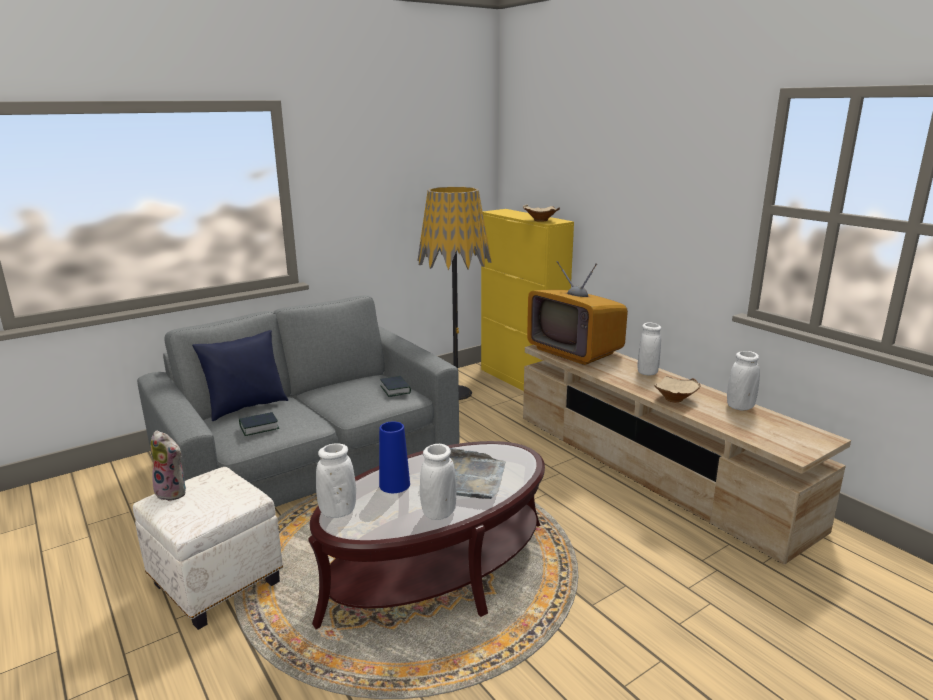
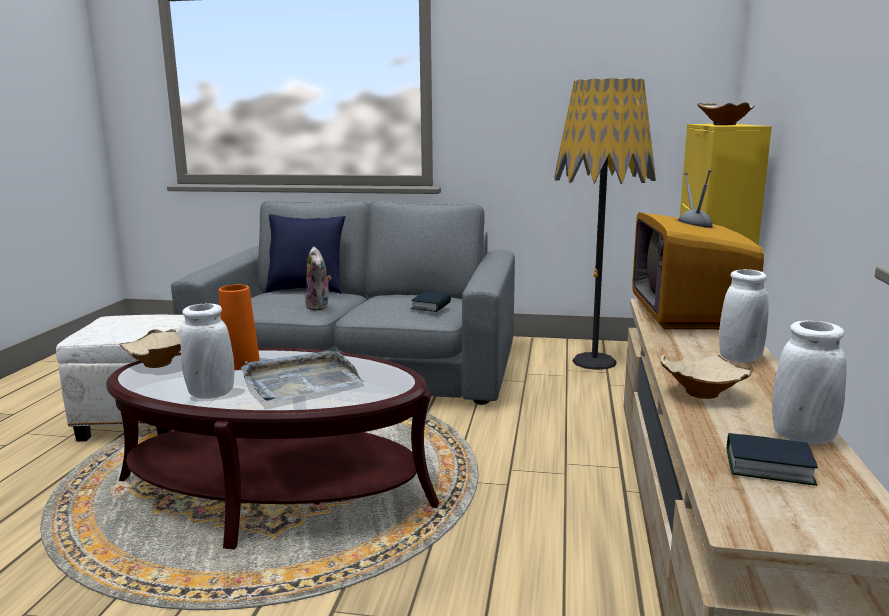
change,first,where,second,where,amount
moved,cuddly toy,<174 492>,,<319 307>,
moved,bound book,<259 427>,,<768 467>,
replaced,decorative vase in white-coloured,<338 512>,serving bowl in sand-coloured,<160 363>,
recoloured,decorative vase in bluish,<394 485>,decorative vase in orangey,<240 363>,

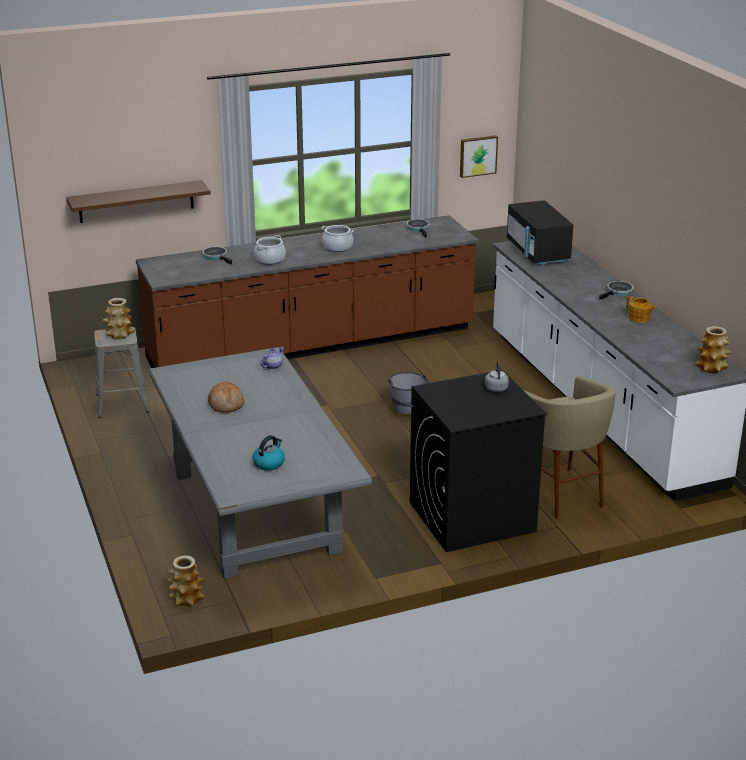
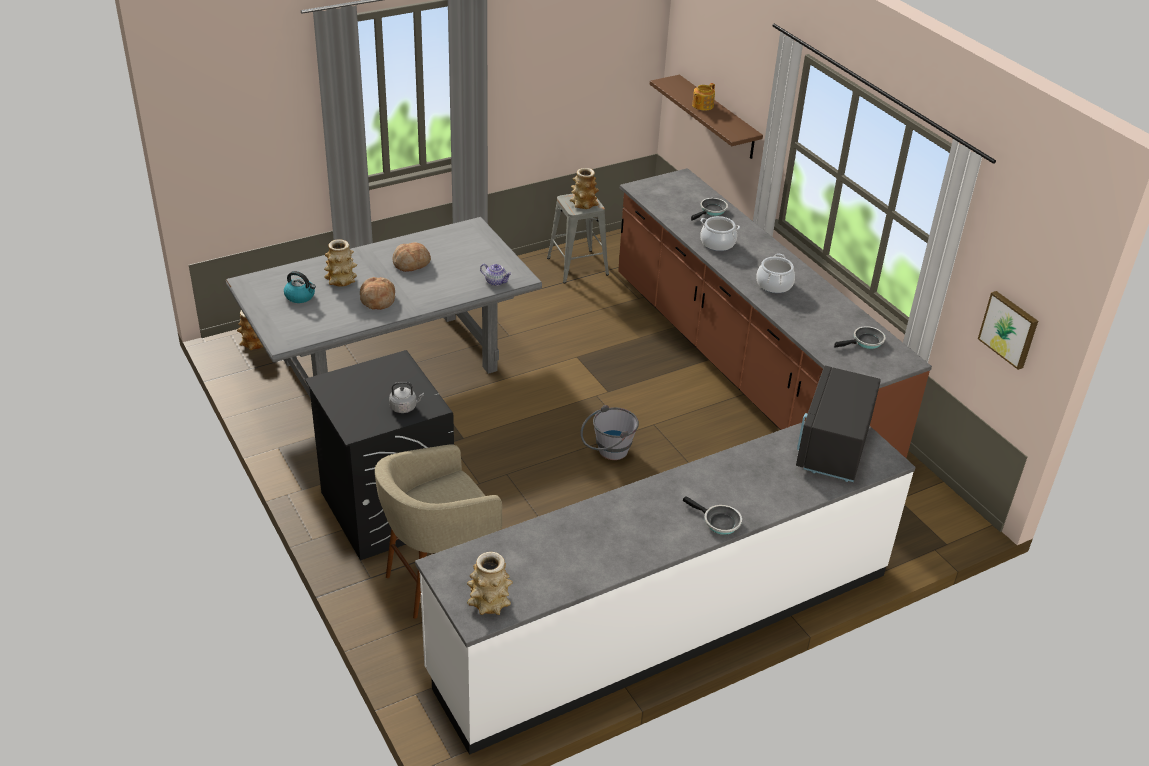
change,first,where,second,where,amount
added,,,decorative vase,<341 281>,
added,,,baked bread,<377 299>,
moved,teapot,<639 318>,,<702 105>,
turned,kitchen microwave in blackish,<537 252>,,<832 446>,45 degrees counterclockwise

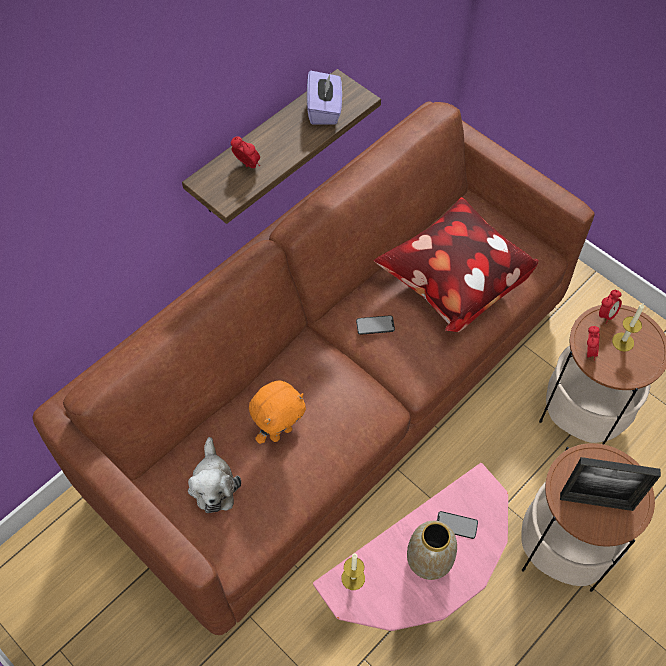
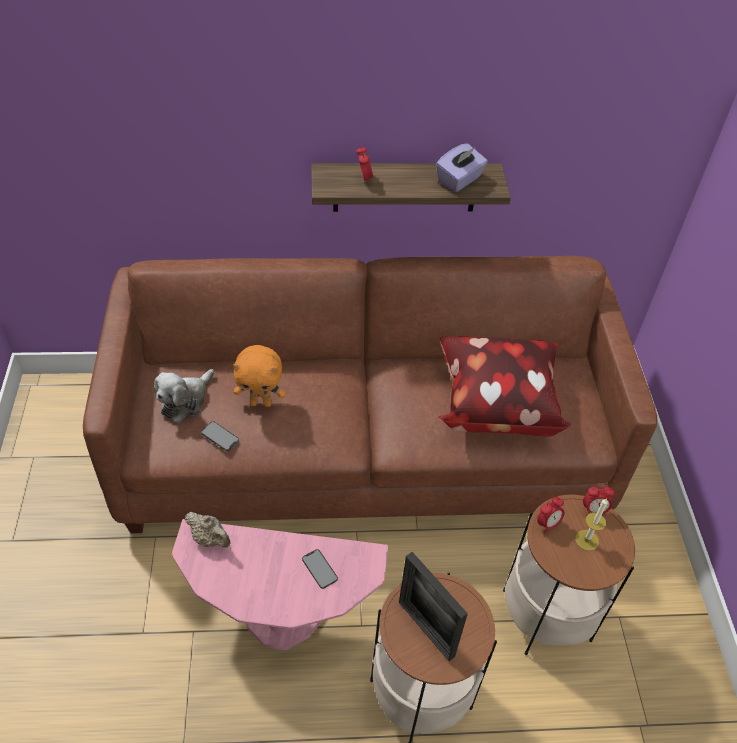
change,first,where,second,where,amount
removed,decorative vase,<429 560>,,,
moved,phone,<375 325>,,<219 436>,
replaced,candle,<353 578>,teapot in sand-coloured,<210 539>,

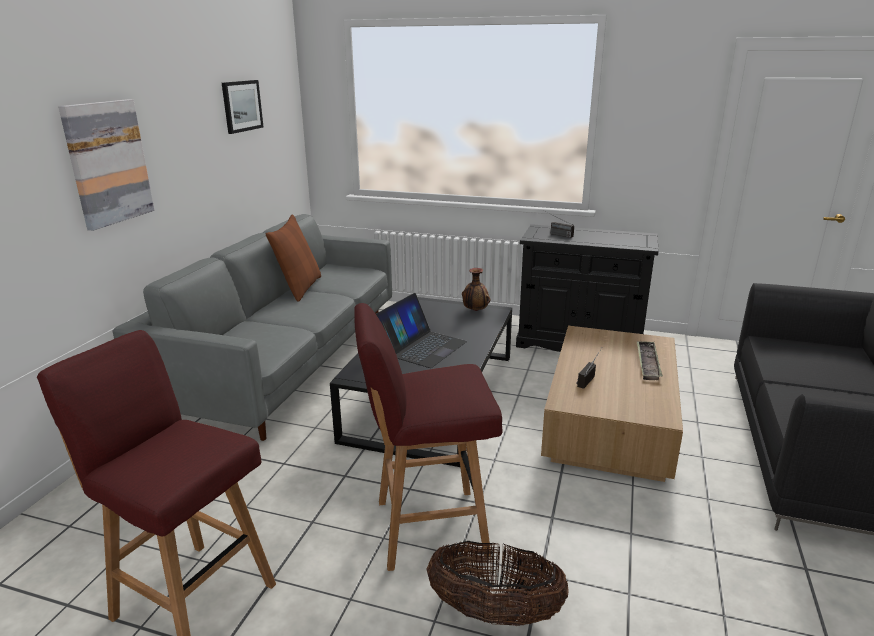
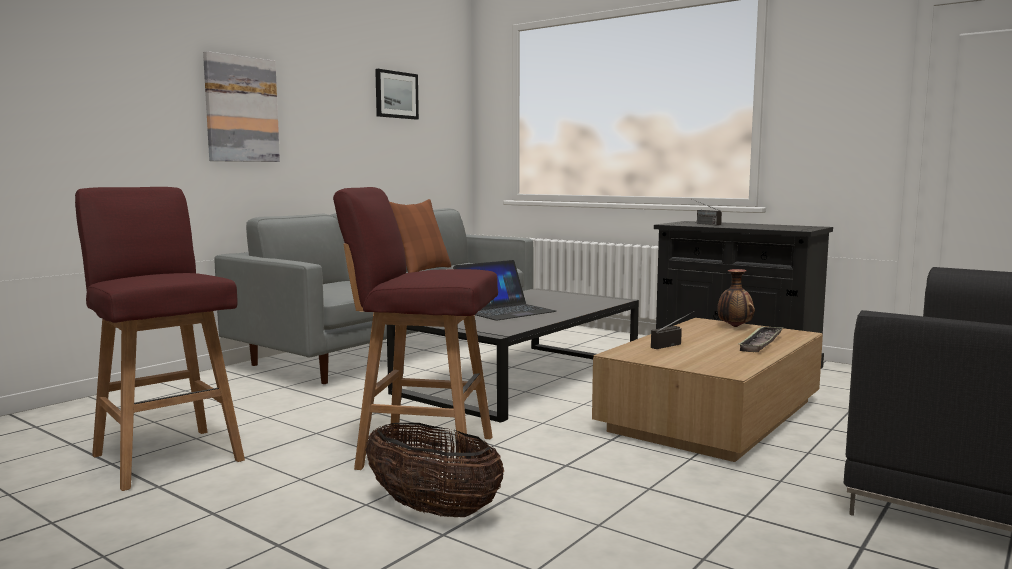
change,first,where,second,where,amount
moved,decorative vase,<475 310>,,<734 327>,

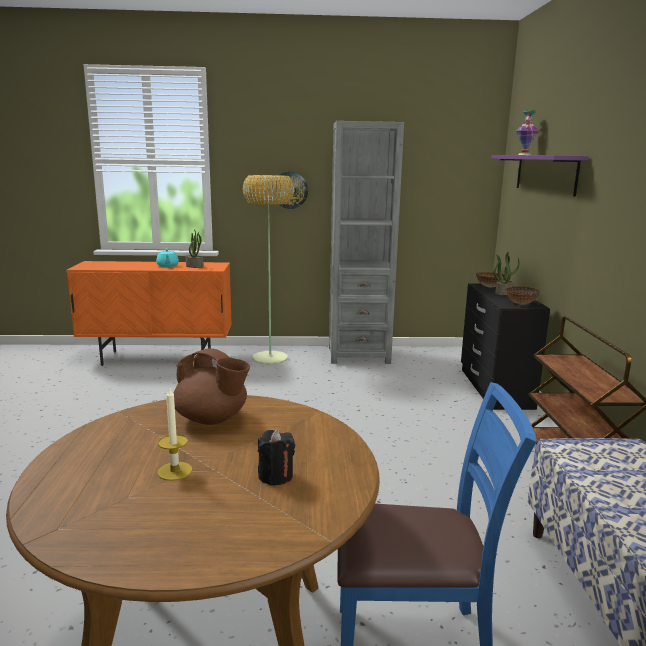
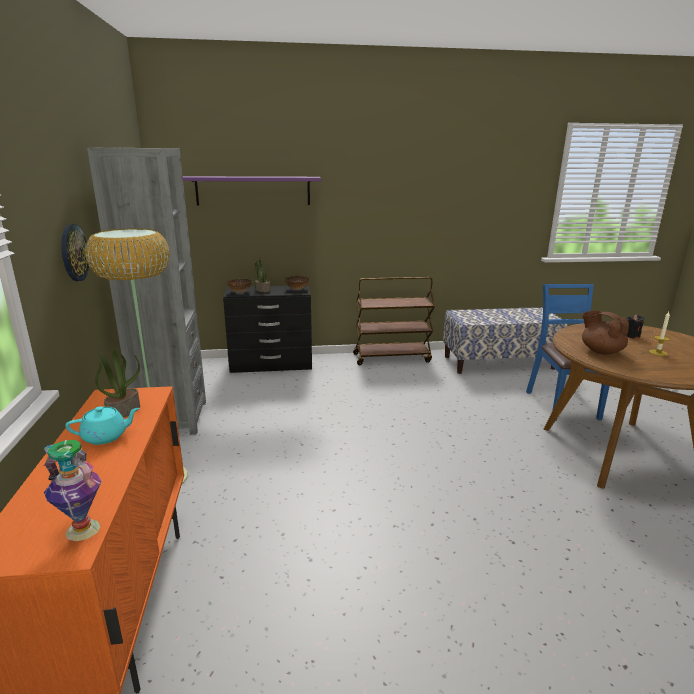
change,first,where,second,where,amount
moved,decorative vase,<524 155>,,<82 530>,
turned,teapot in brownish,<212 419>,,<600 351>,60 degrees counterclockwise

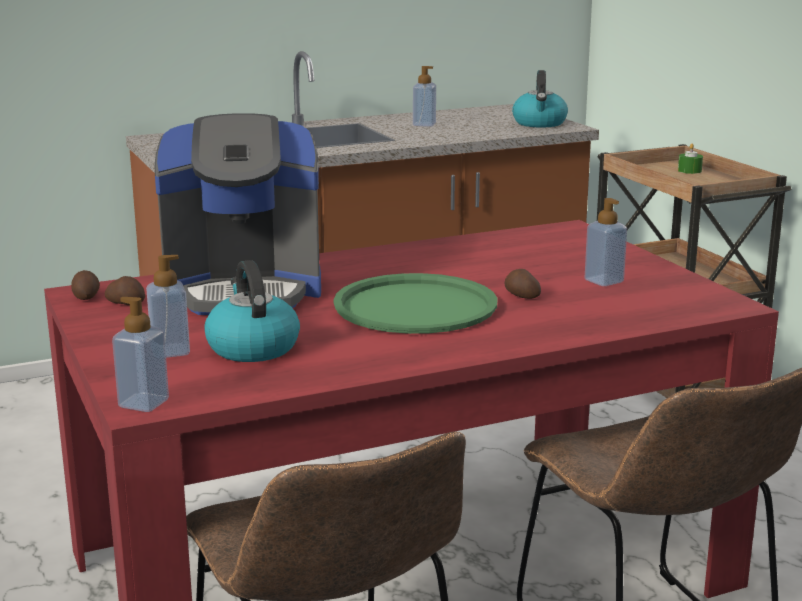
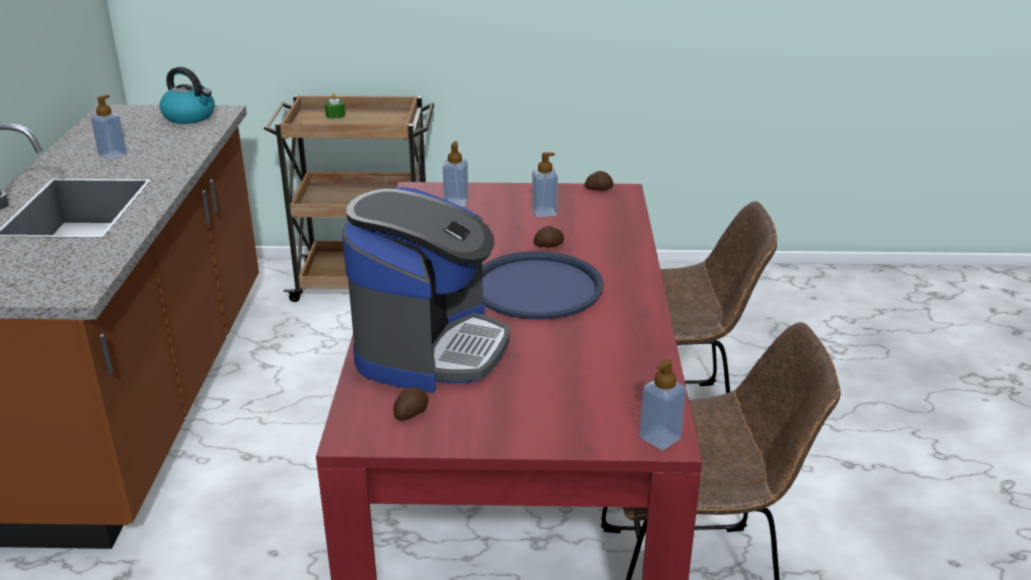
change,first,where,second,where,amount
removed,tea kettle,<252 347>,,,
moved,spud,<86 296>,,<598 189>,
moved,soap dispenser,<170 351>,,<456 202>,
recoloured,carrying tray in greenish,<415 306>,carrying tray in bluish,<537 287>,

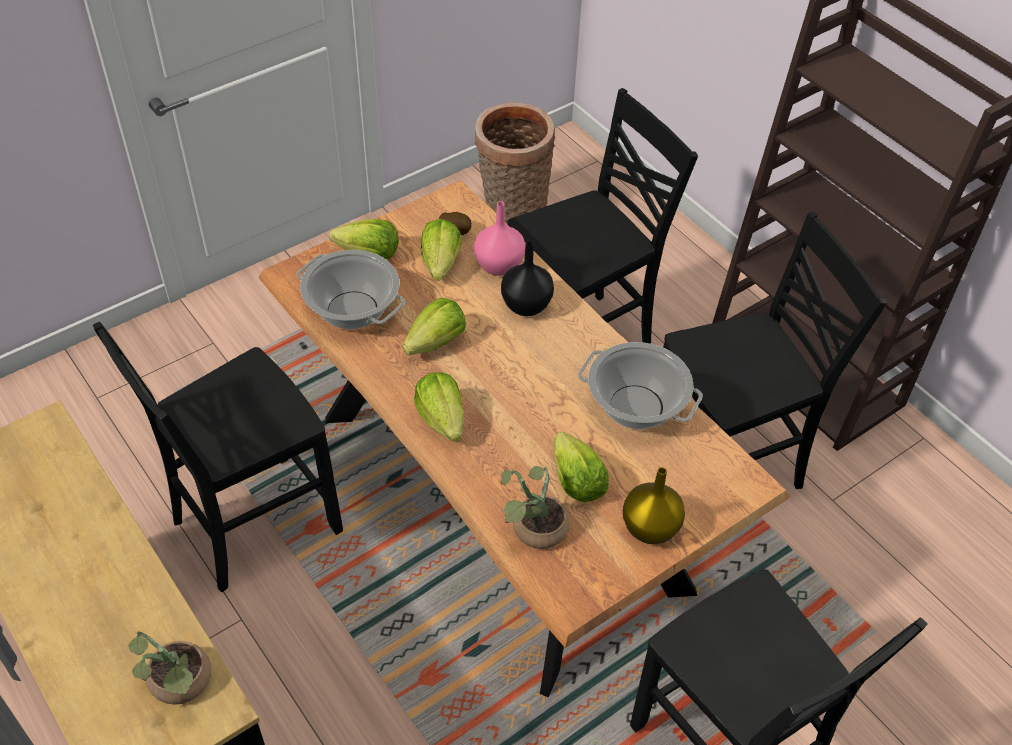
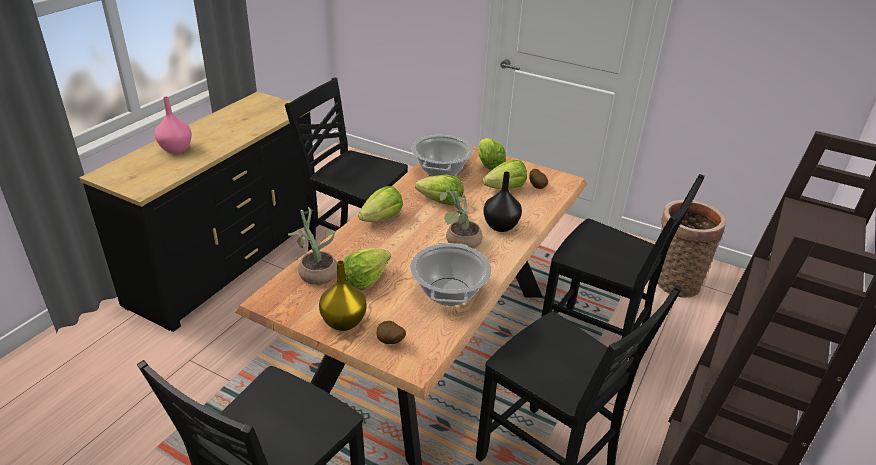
change,first,where,second,where,amount
added,,,spud,<390 342>,
moved,potted plant,<180 686>,,<459 243>,
moved,decorative vase in pink-coloured,<499 266>,,<175 149>,

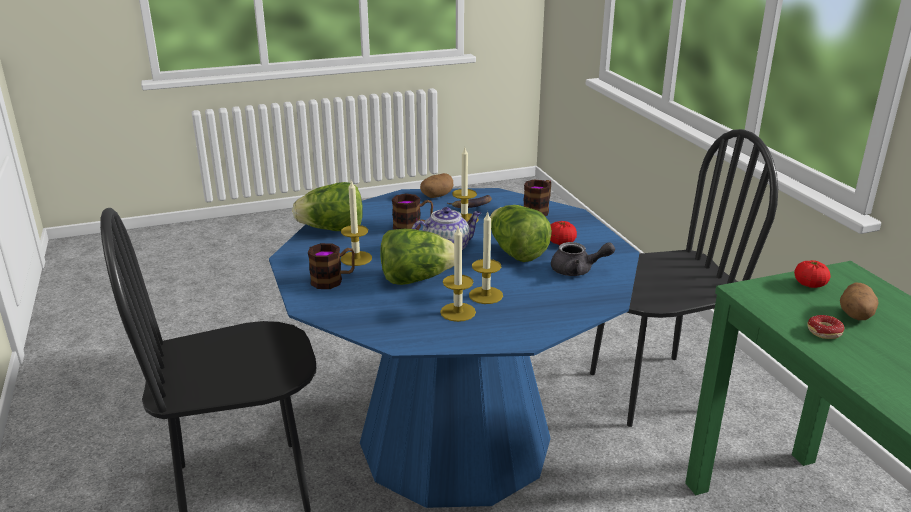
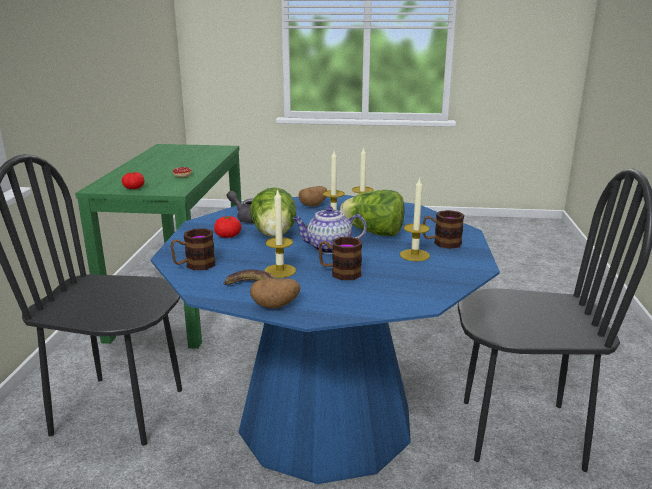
change,first,where,second,where,amount
removed,head of lettuce,<332 230>,,,
moved,spud,<855 315>,,<313 205>,

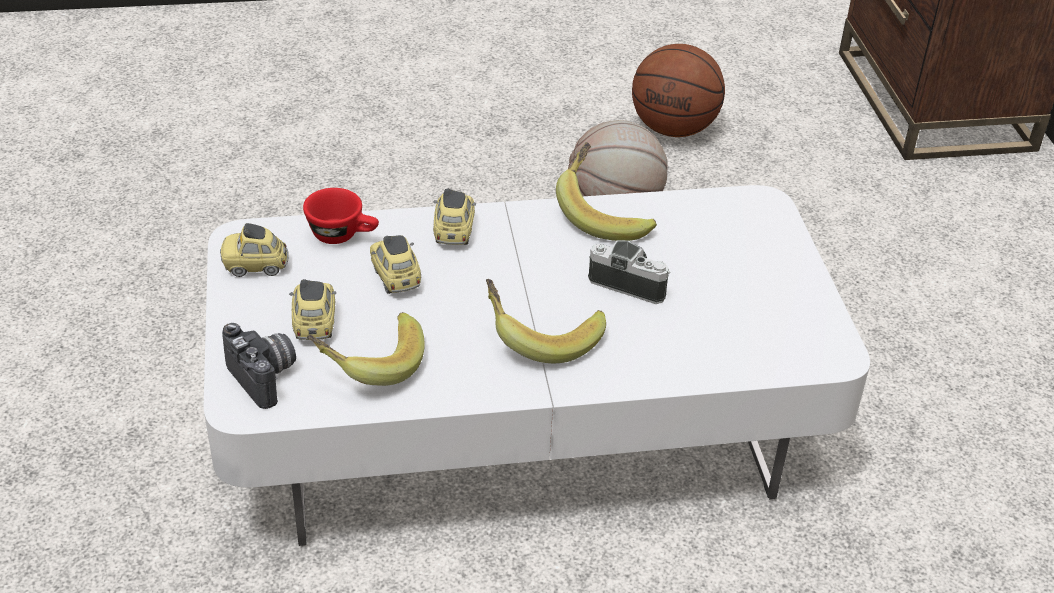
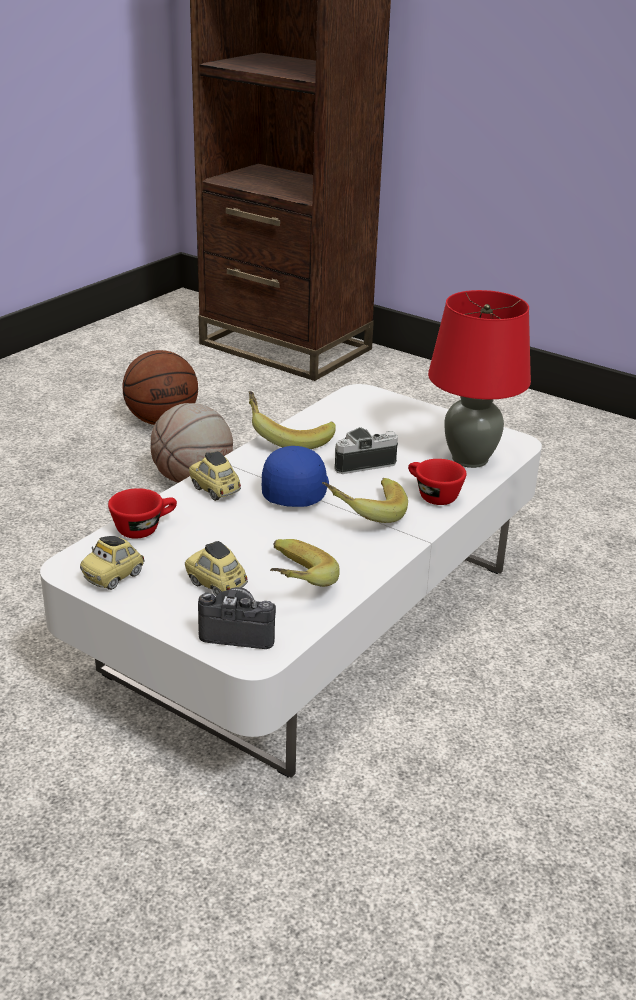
change,first,where,second,where,amount
removed,model car,<396 278>,,,
added,,,baseball cap in bluish,<295 489>,
added,,,drinking cup in red-coloured,<432 495>,
added,,,table lamp in red-coloured,<470 459>,

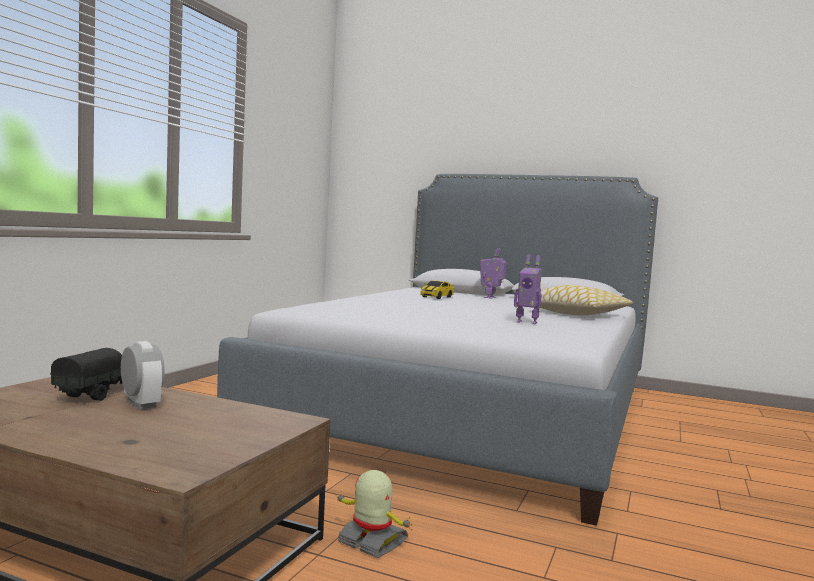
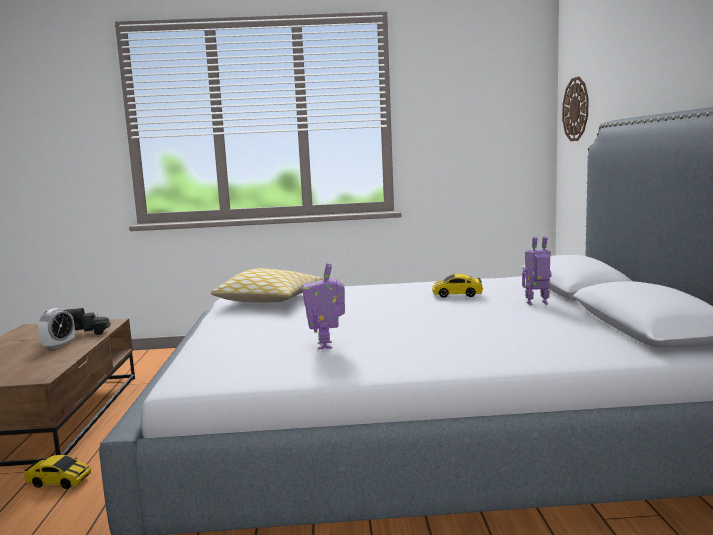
change,first,where,second,where,amount
added,,,clock on the wall,<576 109>,
moved,cushion,<576 314>,,<269 299>,
replaced,robot figure,<372 542>,model car,<59 481>,

